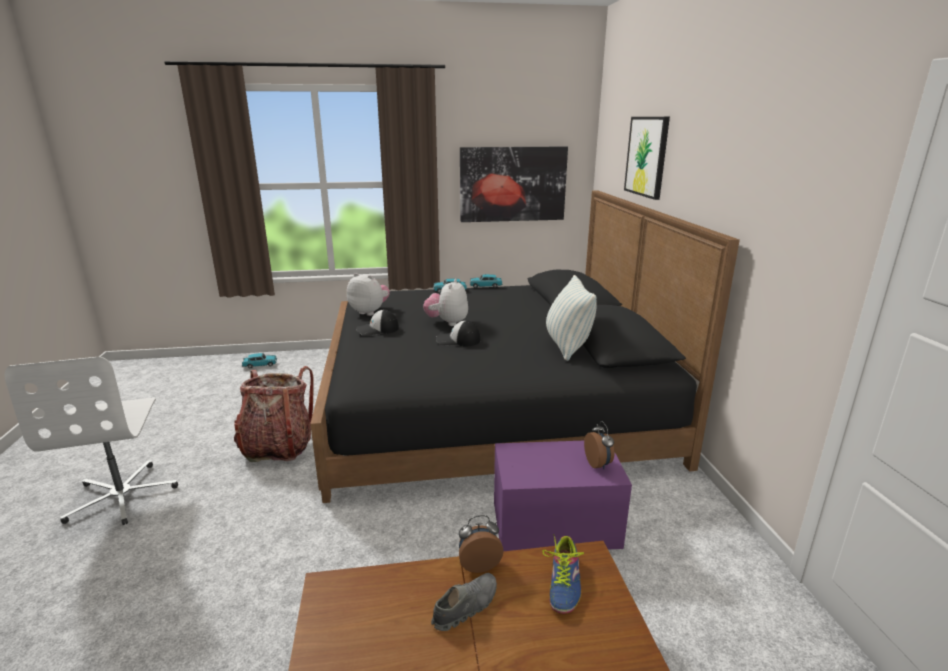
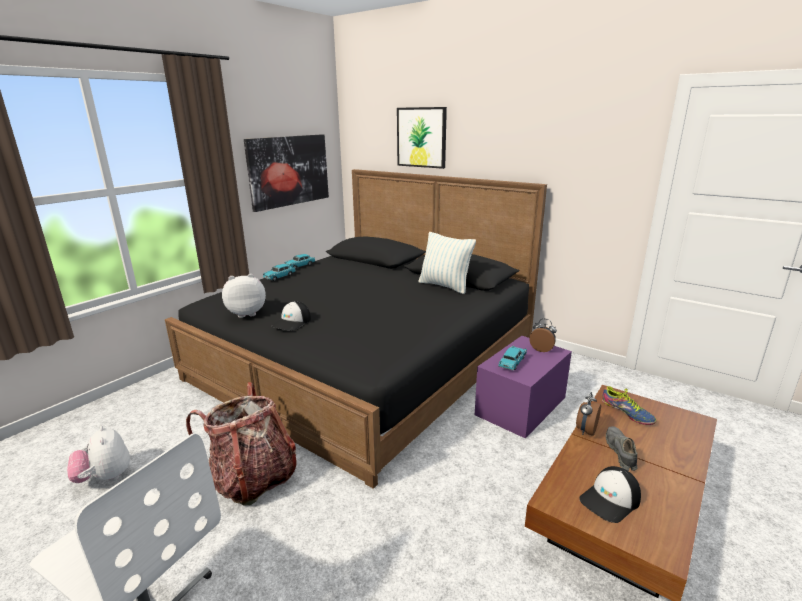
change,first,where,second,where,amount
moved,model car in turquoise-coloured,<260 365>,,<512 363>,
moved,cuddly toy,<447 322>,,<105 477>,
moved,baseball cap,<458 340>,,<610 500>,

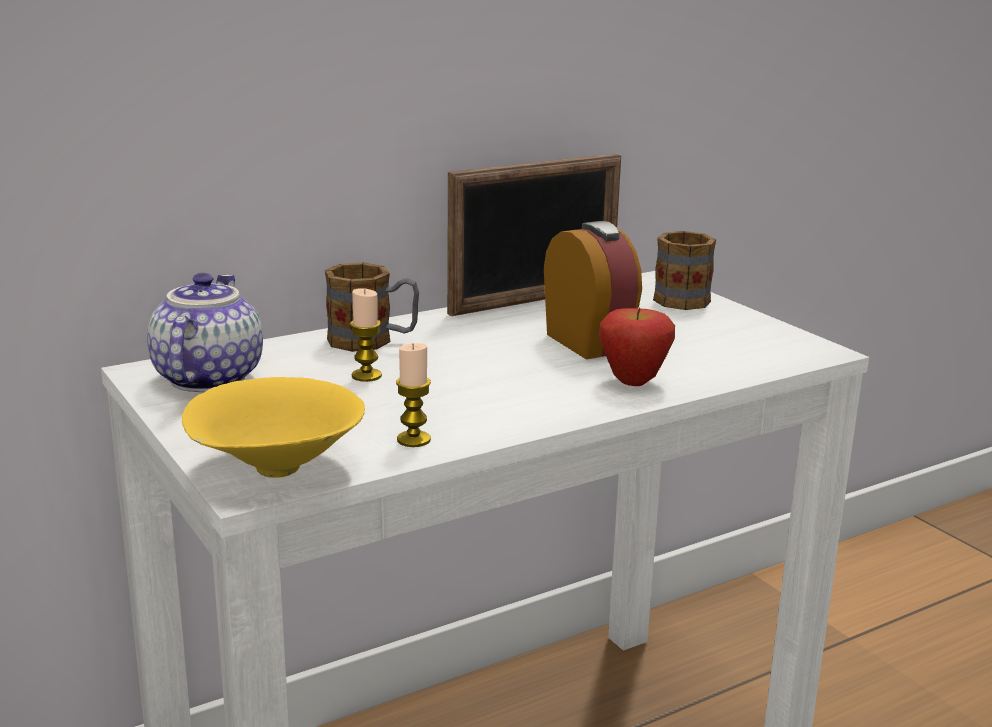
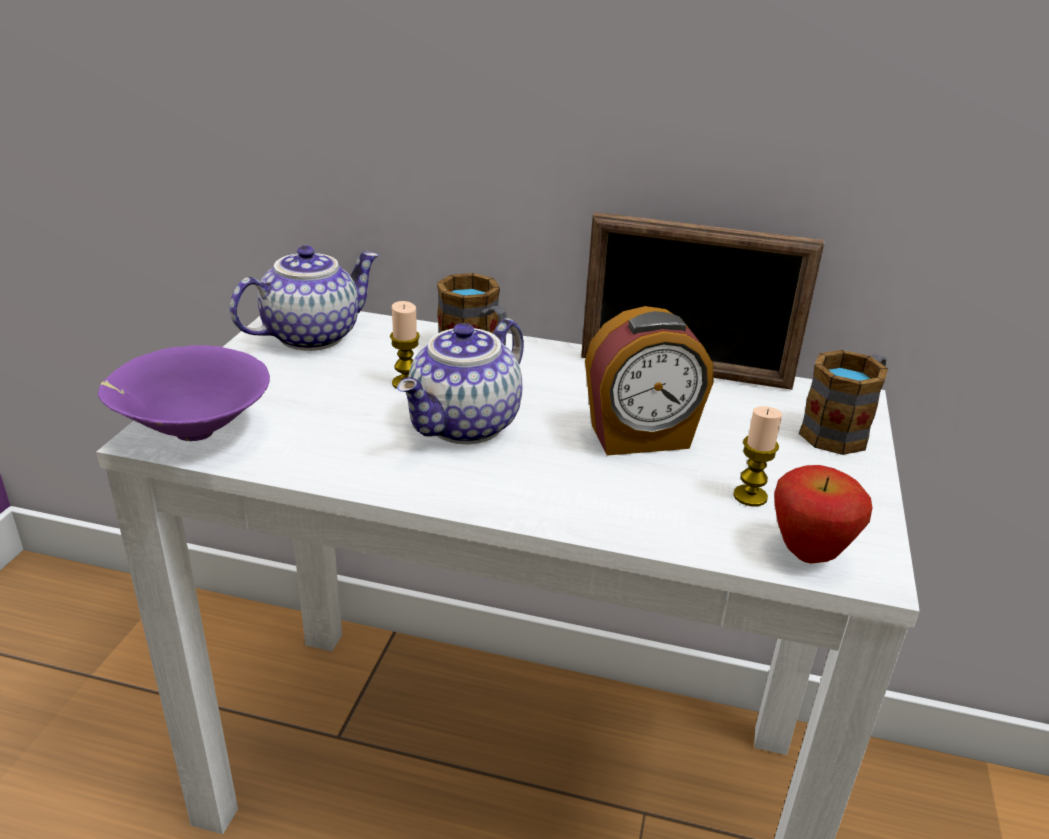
change,first,where,second,where,amount
added,,,teapot,<466 426>,
moved,candle,<413 440>,,<750 496>,
moved,apple fruit,<633 382>,,<808 554>,
recoloured,serving bowl in yellow-coloured,<274 471>,serving bowl in purple-coloured,<191 432>,
turned,alarm clock,<589 342>,,<640 438>,60 degrees clockwise

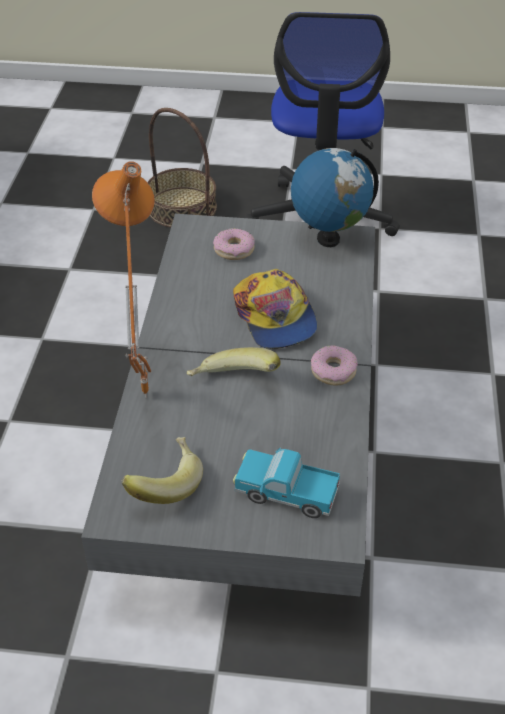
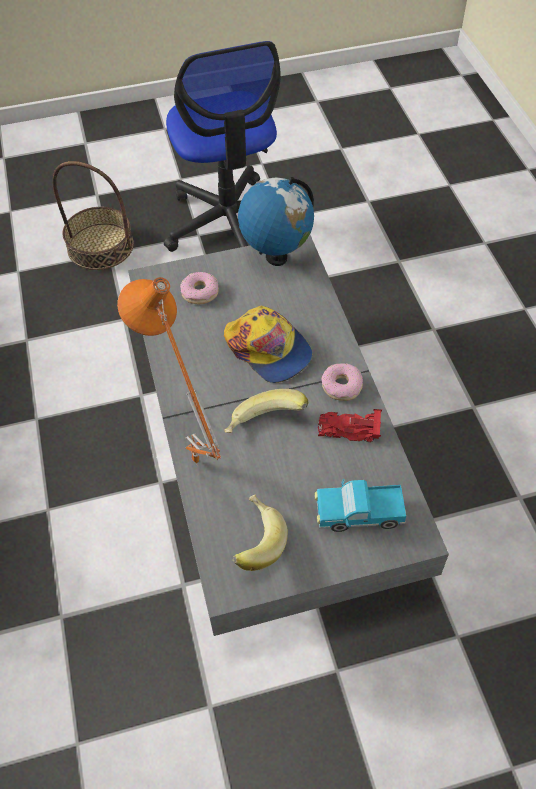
change,first,where,second,where,amount
added,,,model car in red-coloured,<348 429>,

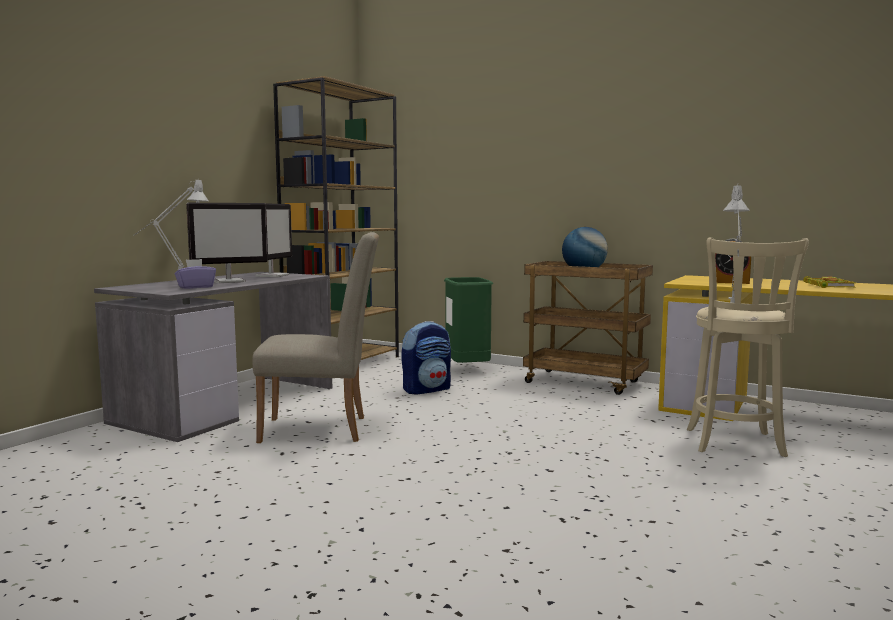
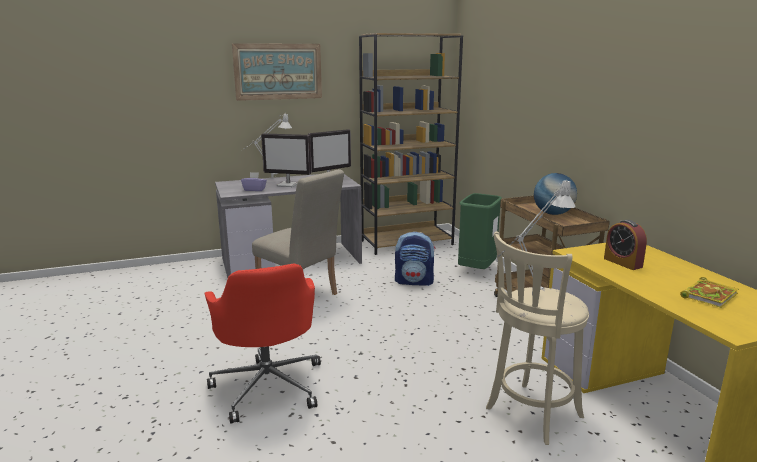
change,first,where,second,where,amount
added,,,desk chair in red-coloured,<268 385>,
added,,,wall art,<278 71>,

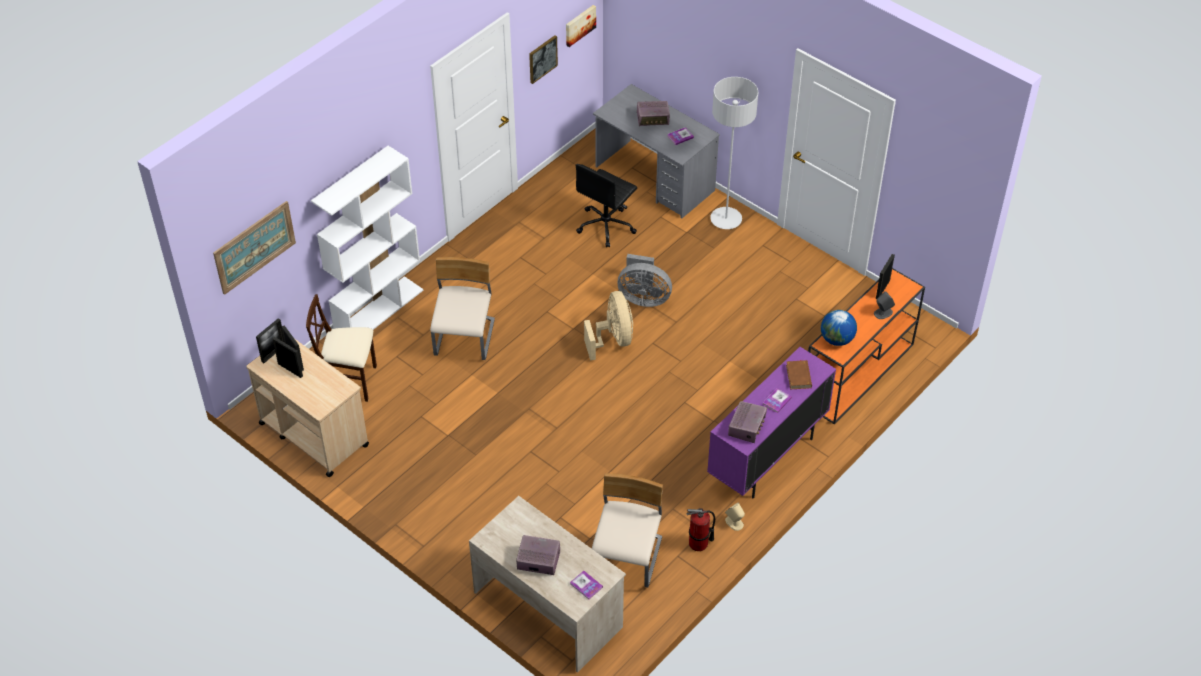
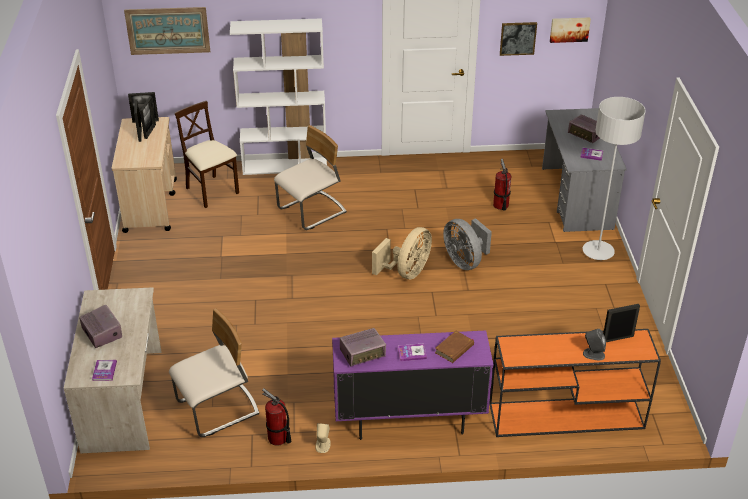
change,first,where,second,where,amount
removed,desk globe,<836 339>,,,
replaced,desk chair in blackish,<606 226>,fire-fighting cylinder,<500 205>,

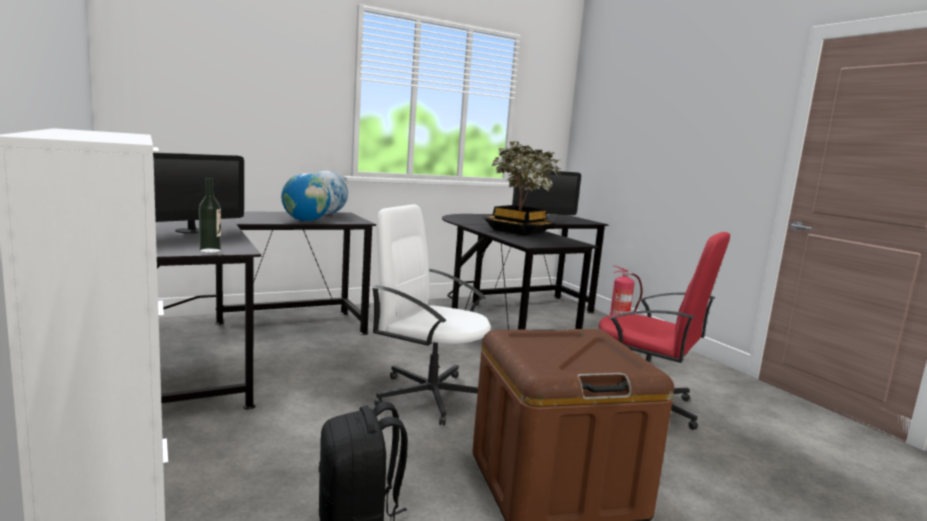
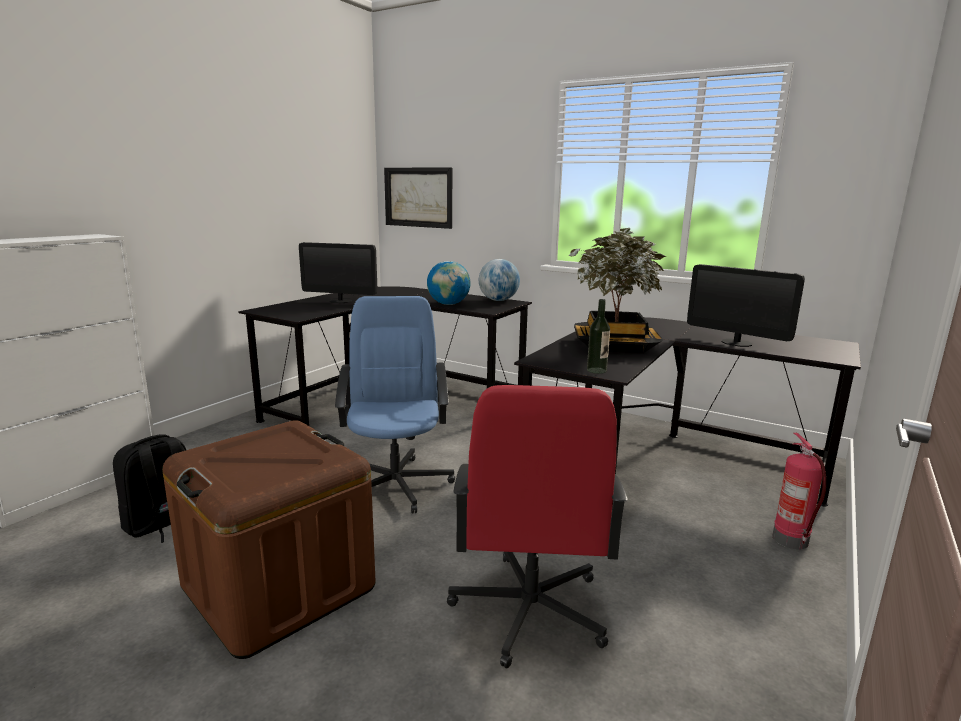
change,first,where,second,where,amount
added,,,wall art,<418 197>,
moved,drink bottle,<210 250>,,<596 370>,
recoloured,desk chair in white-coloured,<429 396>,desk chair in bluish,<396 484>,

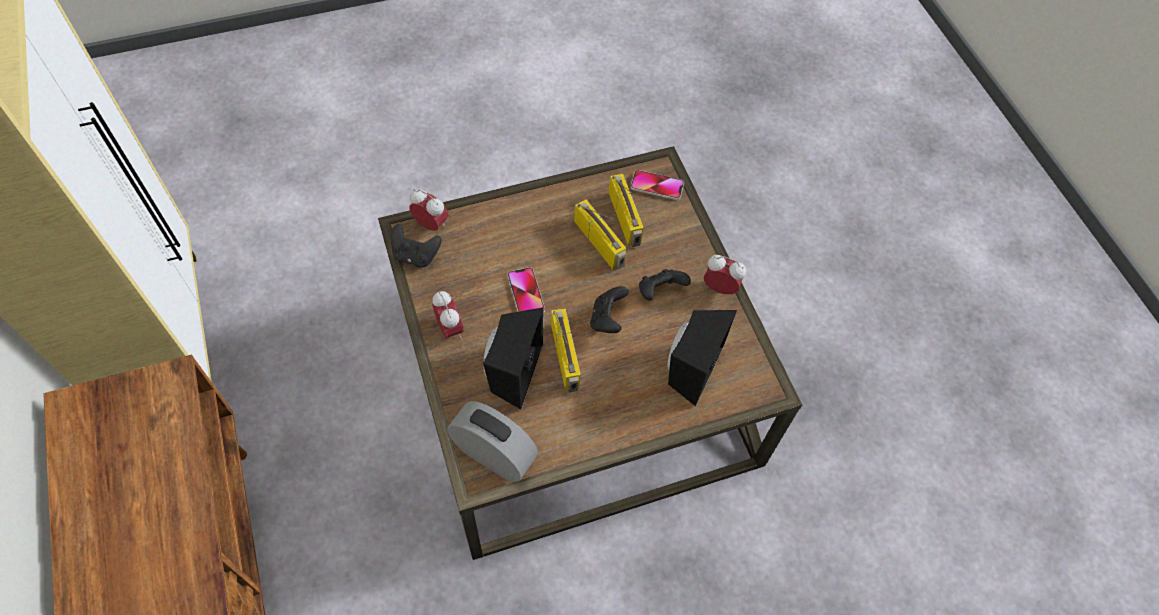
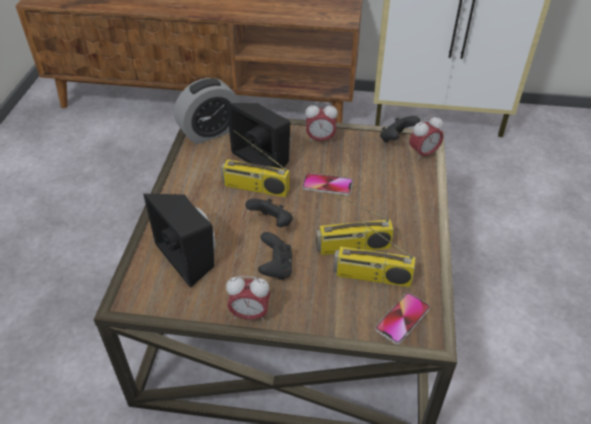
change,first,where,second,where,amount
turned,alarm clock,<720 288>,,<249 314>,45 degrees clockwise

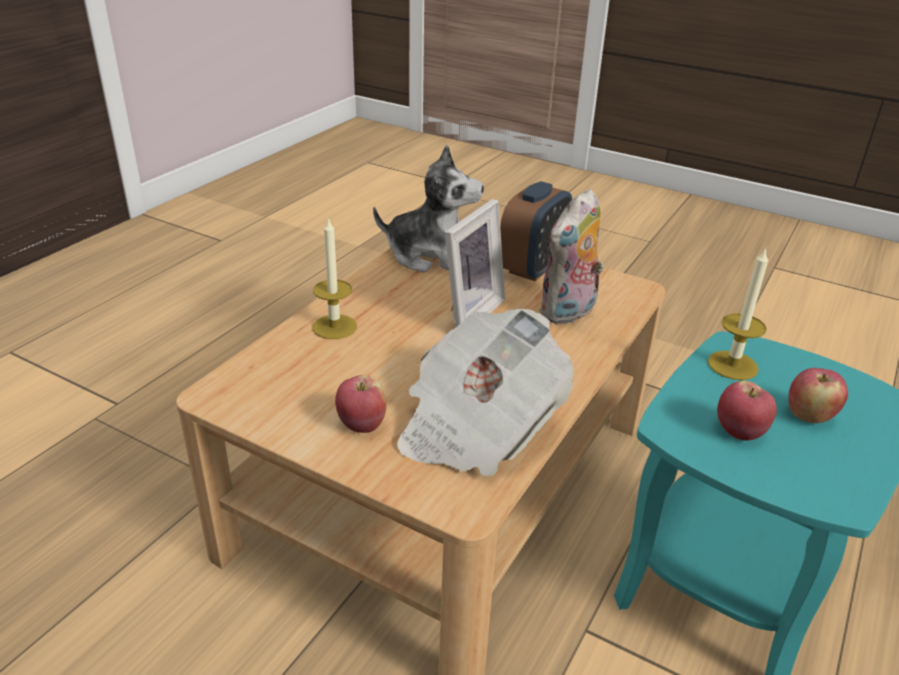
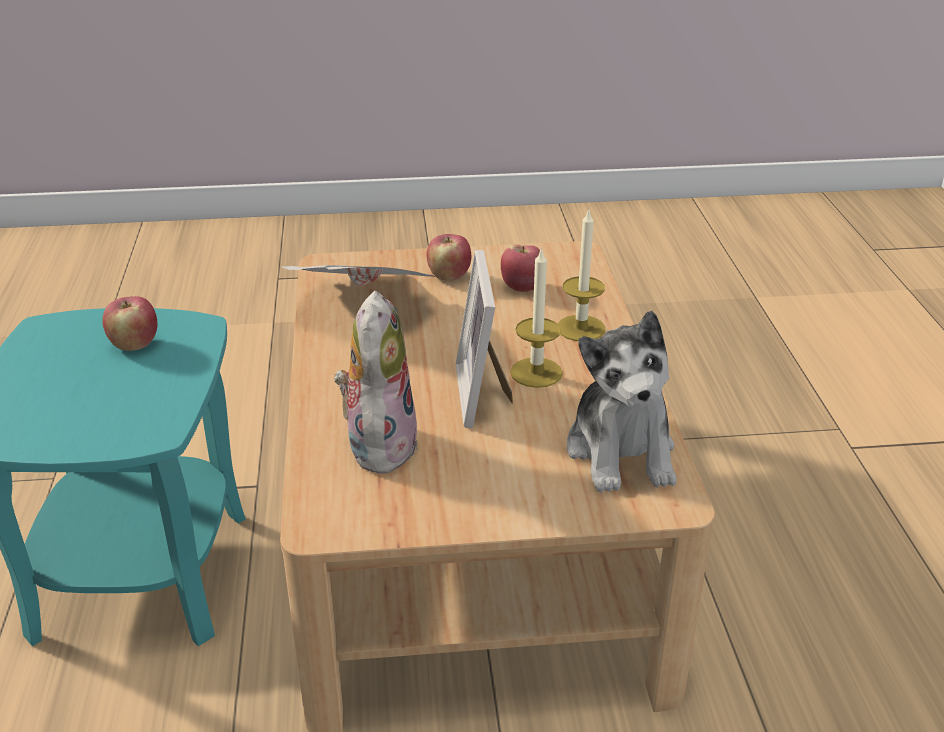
change,first,where,second,where,amount
removed,alarm clock,<532 268>,,,
moved,candle,<732 365>,,<536 372>,
moved,apple fruit,<809 416>,,<522 287>,
turned,cuddly toy,<431 256>,,<621 451>,75 degrees counterclockwise

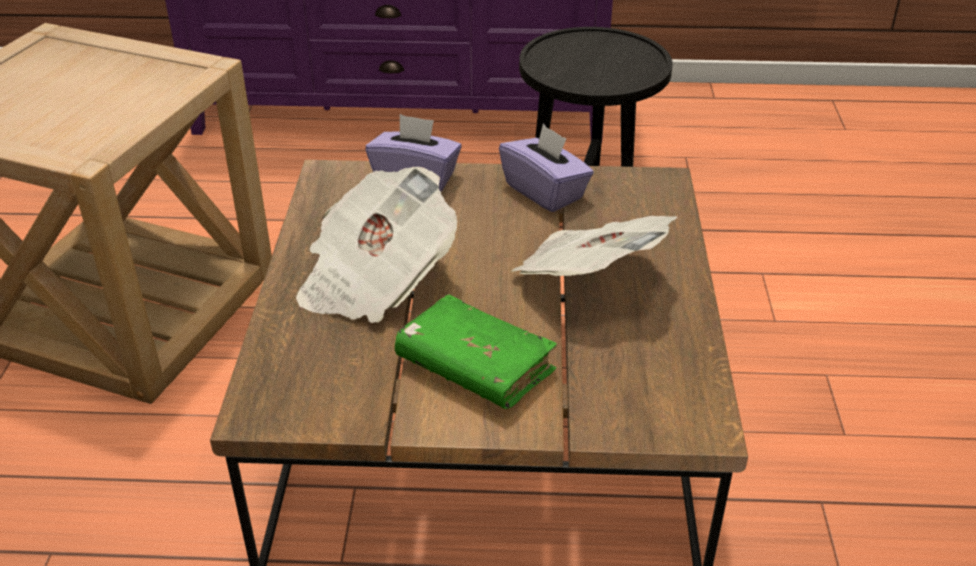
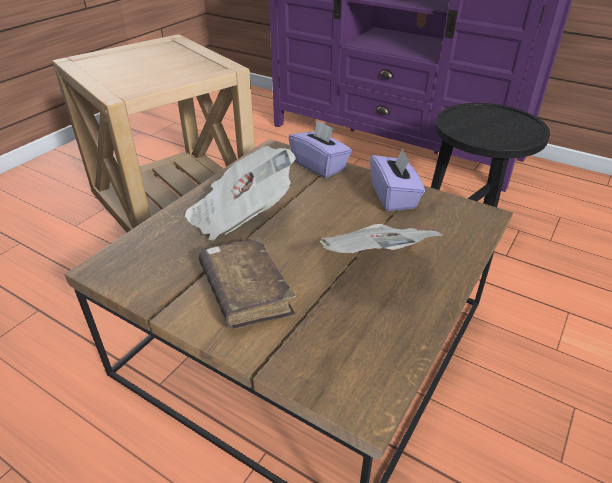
change,first,where,second,where,amount
recoloured,bound book in greenish,<475 367>,bound book in brownish,<246 292>,

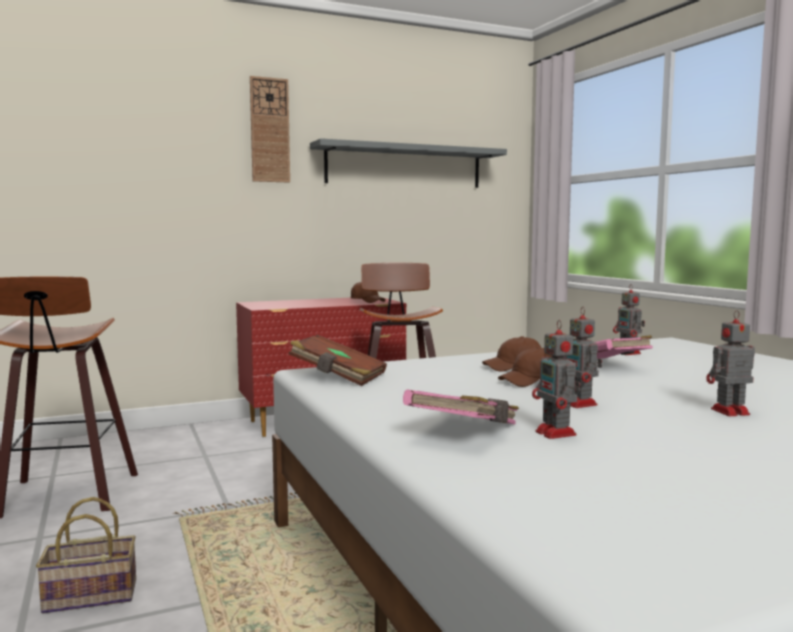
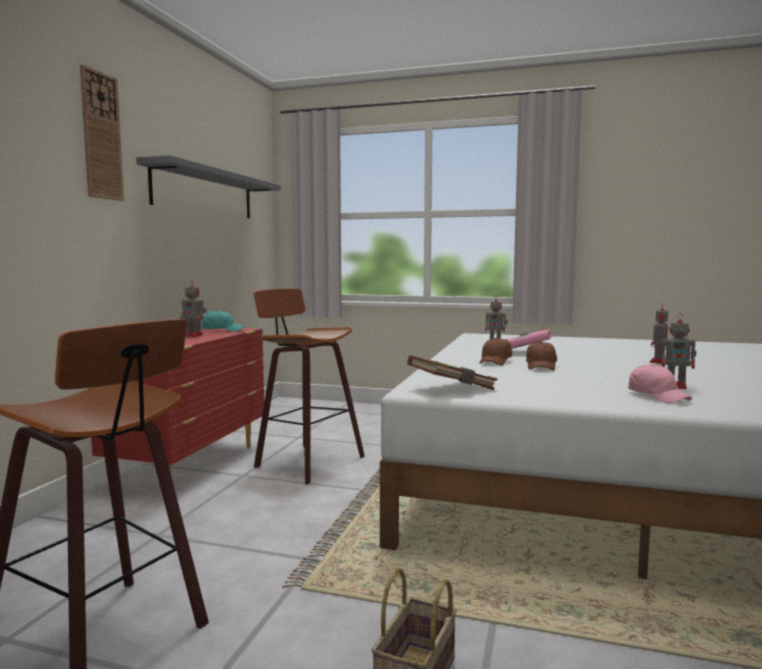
change,first,where,second,where,amount
moved,robot figure,<580 404>,,<195 335>,
replaced,bound book in pink-coloured,<465 432>,baseball cap in pink-coloured,<658 396>,
recoloured,baseball cap in brownish,<367 301>,baseball cap in turquoise-coloured,<222 330>,

